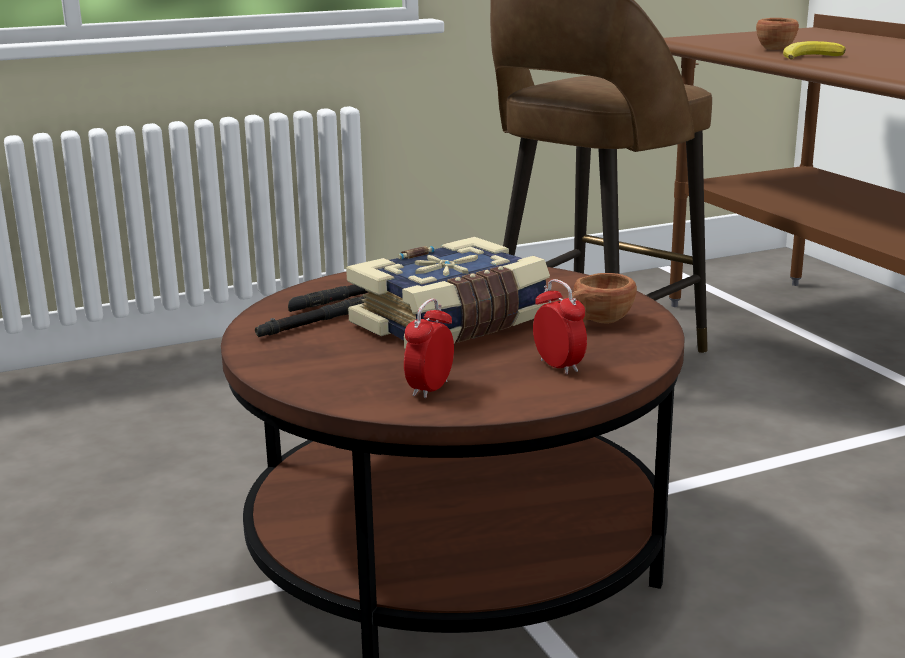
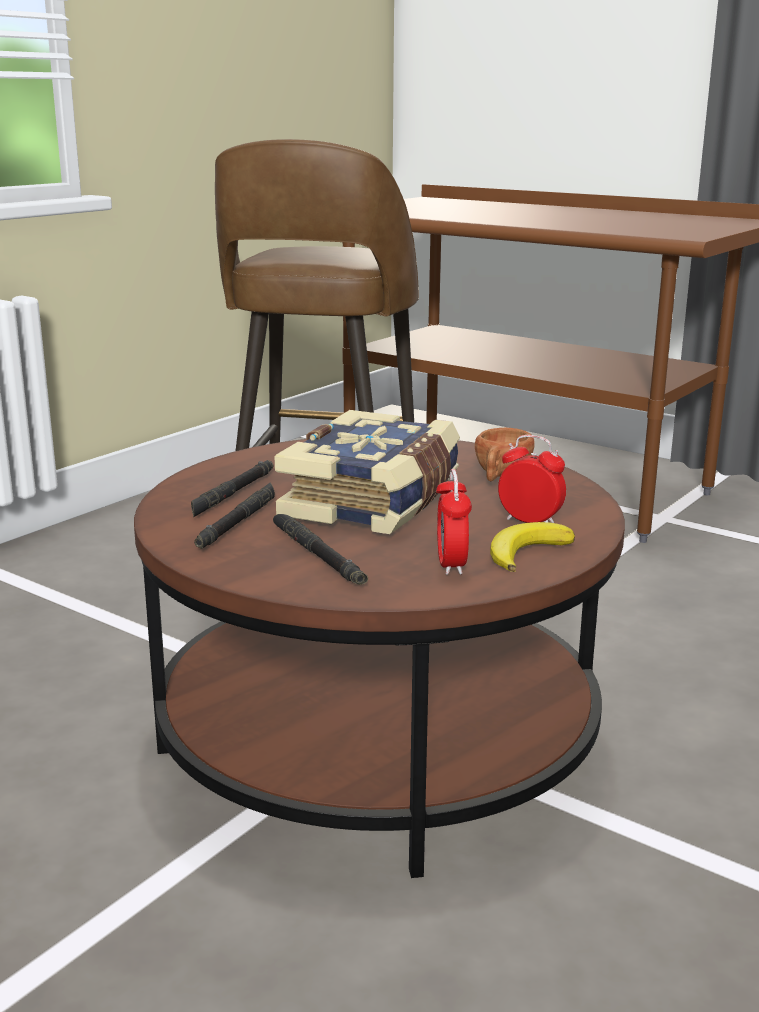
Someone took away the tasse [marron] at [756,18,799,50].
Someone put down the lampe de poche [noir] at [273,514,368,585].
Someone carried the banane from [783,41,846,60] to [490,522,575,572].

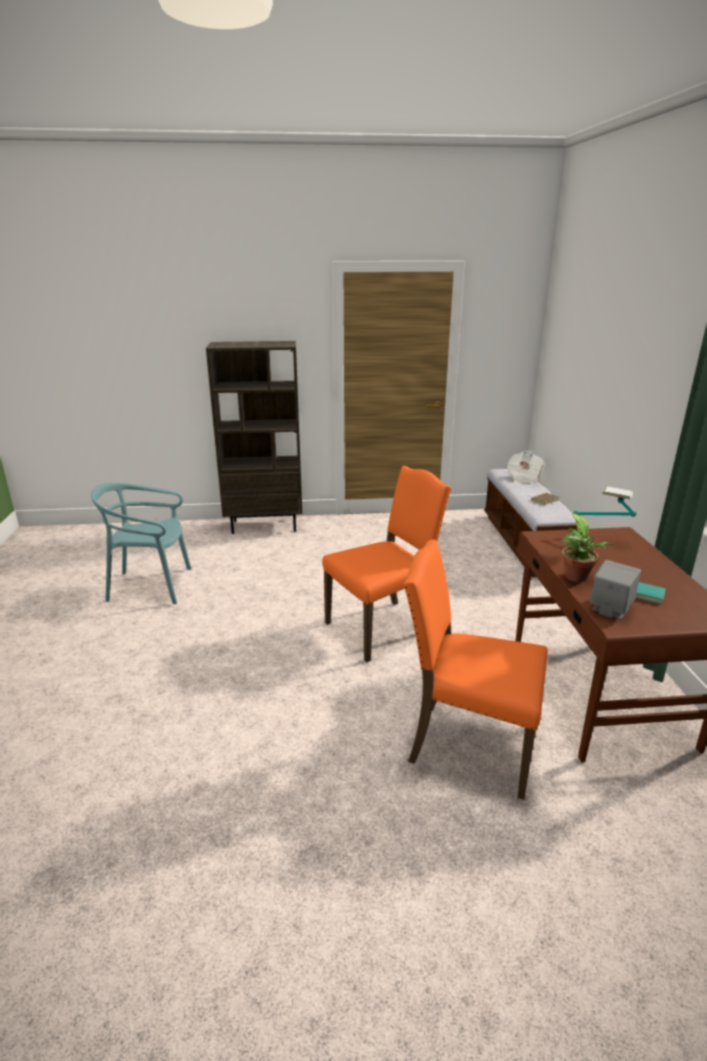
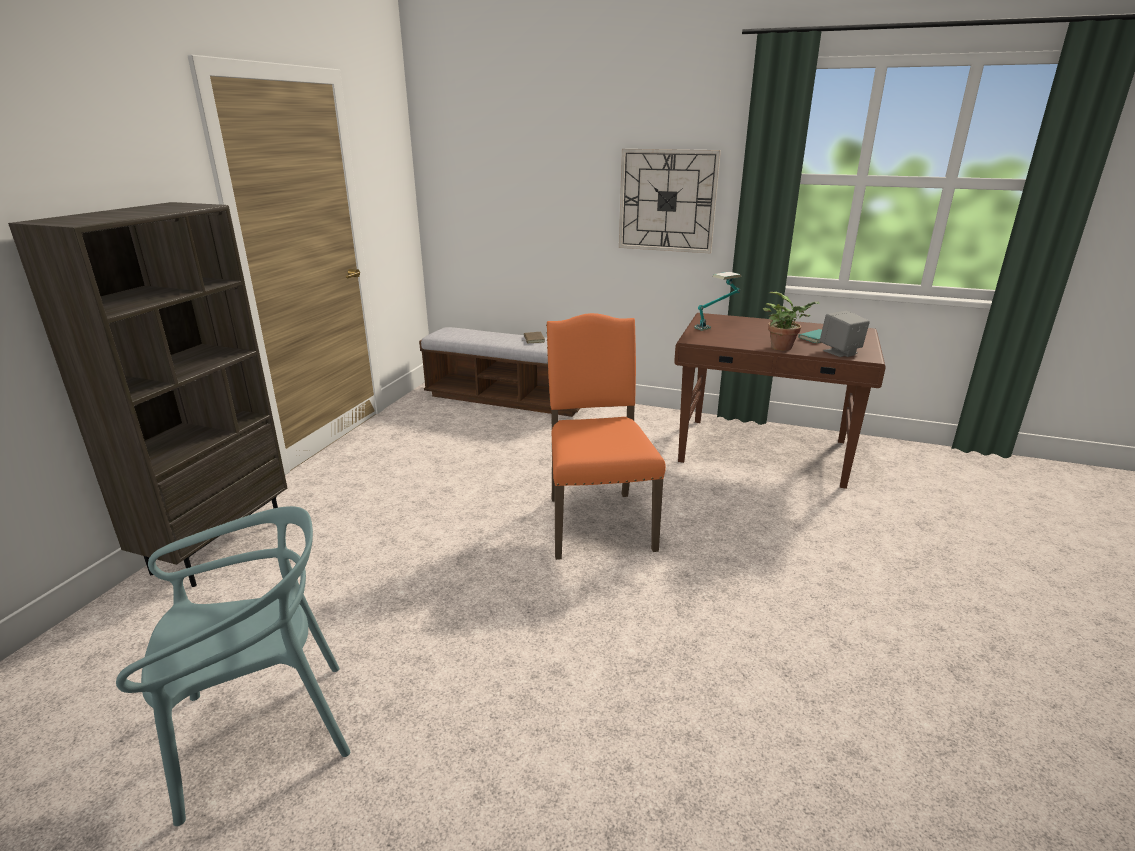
Someone took away the chaise [orange] at [403,539,548,800].
Someone took away the journal at [506,451,545,483].
Someone put up the horloge murale at [619,149,721,253].
Someone rotated the chaise [turquoise] at [91,482,192,604] by 135 degrees counterclockwise.

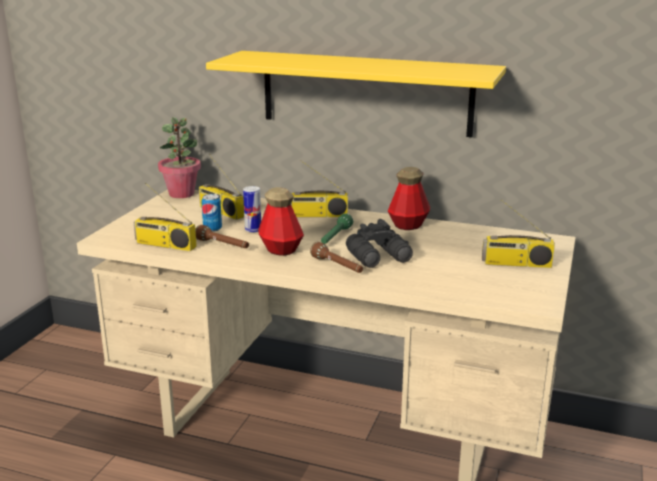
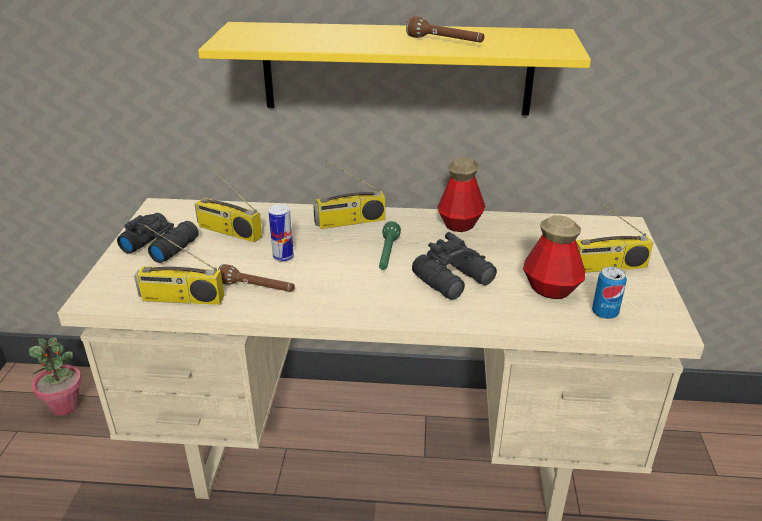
Someone put down the jumelles [noir] at [117,213,199,263].
Someone carried the plante en pot from [158,117,201,198] to [29,338,82,416].
Someone carried the boîte métallique from [201,194,222,232] to [592,267,627,319].
Someone carried the bouteille from [258,187,304,256] to [523,215,585,299].
Someone carried the lampe de poche [marron] from [310,242,363,273] to [406,16,485,42].

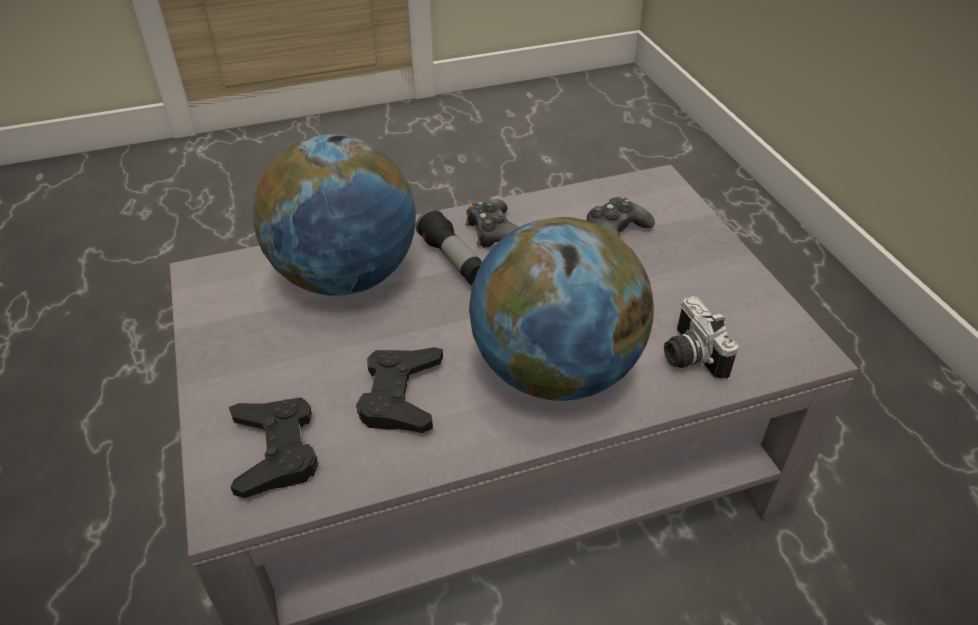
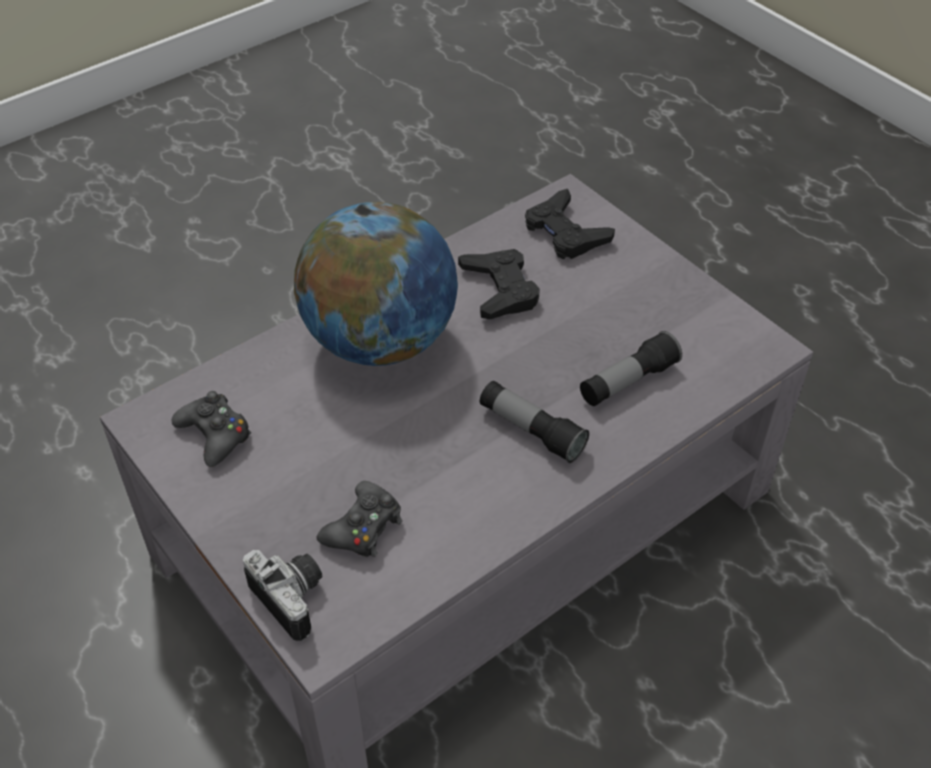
Someone carried the manette [noir] from [465,199,519,248] to [172,391,251,467].
Someone carried the appareil photo from [664,296,739,381] to [243,550,322,641].
Someone swapped the globe at [253,134,416,296] for the lampe de poche at [580,331,682,406].

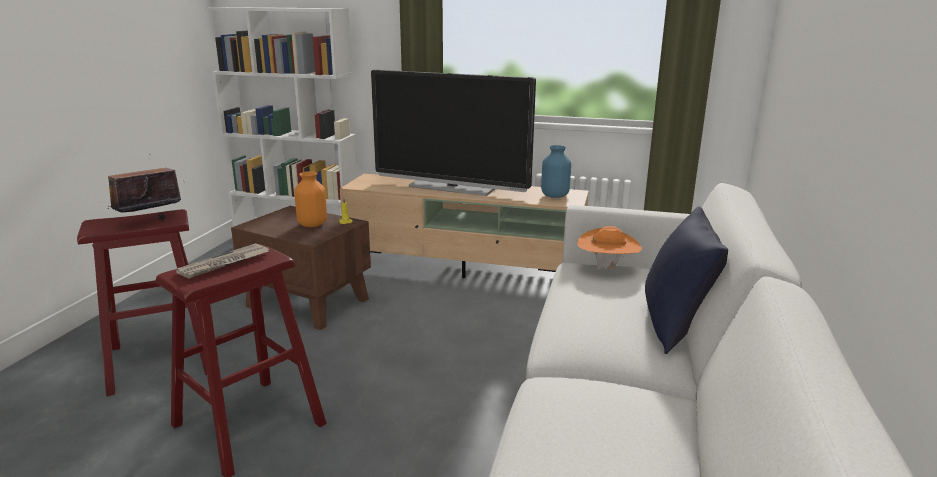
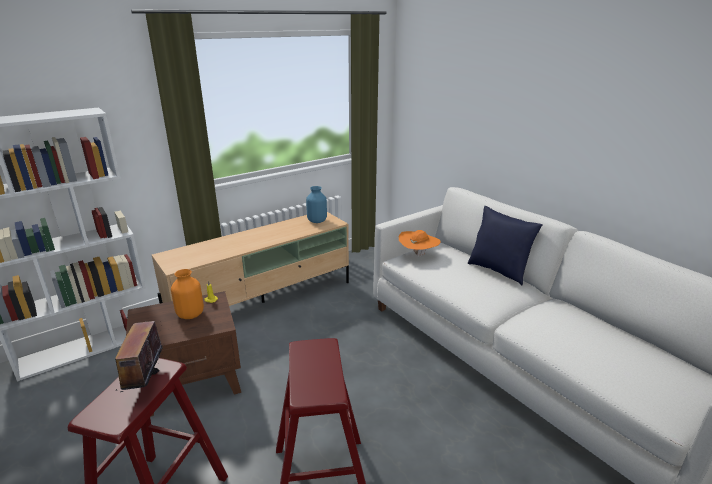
Someone took away the journal at [176,244,269,279].
Someone took away the téléviseur at [371,70,536,196].

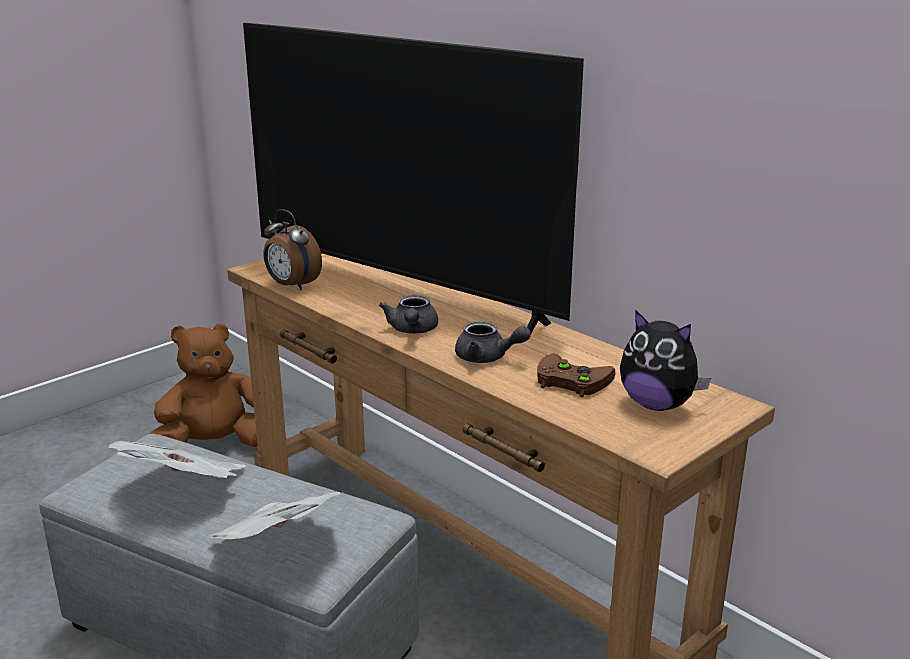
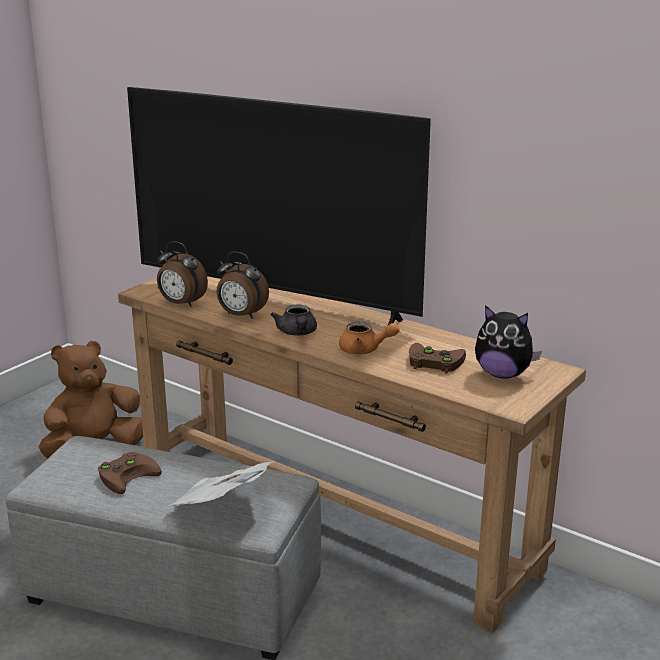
Someone put down the réveil at [217,252,269,319].
Someone swapped the journal at [108,441,246,479] for the manette [marron] at [98,452,162,494].
Someone repainted the théière [gris] at [455,321,531,363], which became the théière [orange] at [339,322,400,354].

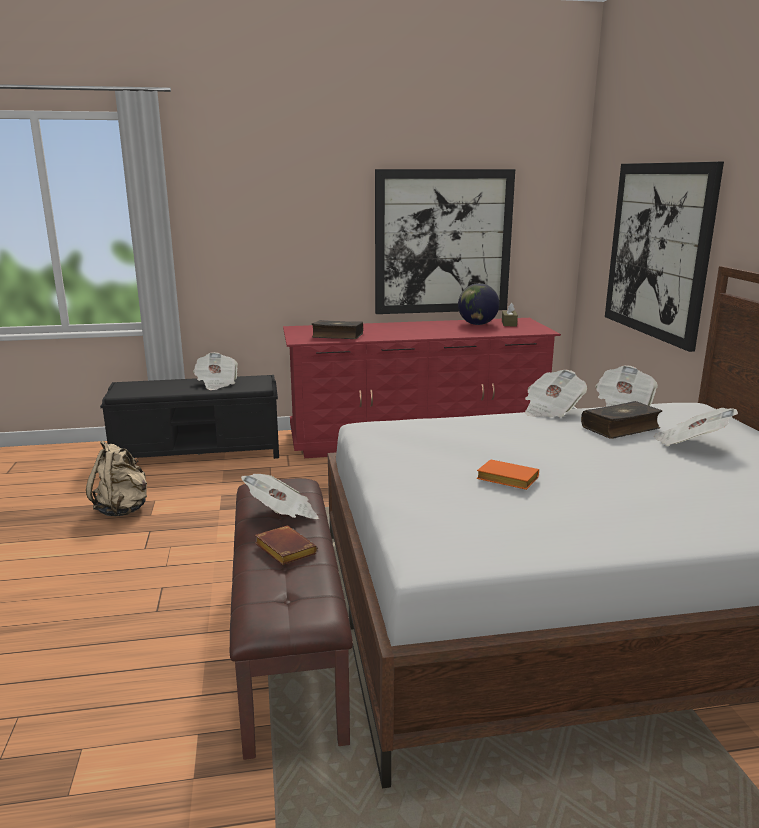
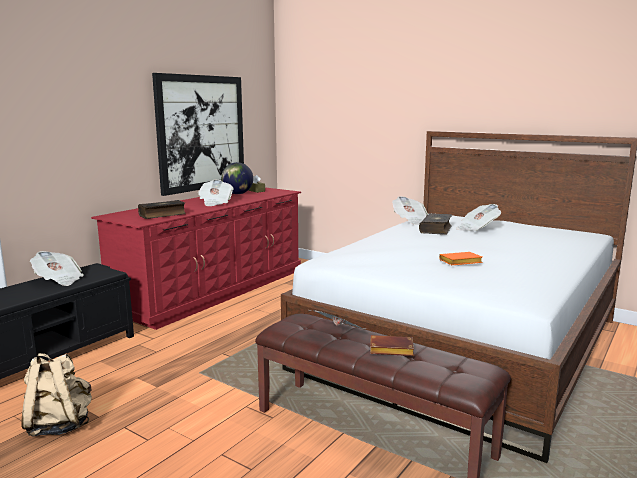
Someone took away the tableau at [605,162,724,352].
Someone carried the journal from [525,370,587,417] to [198,180,234,206].

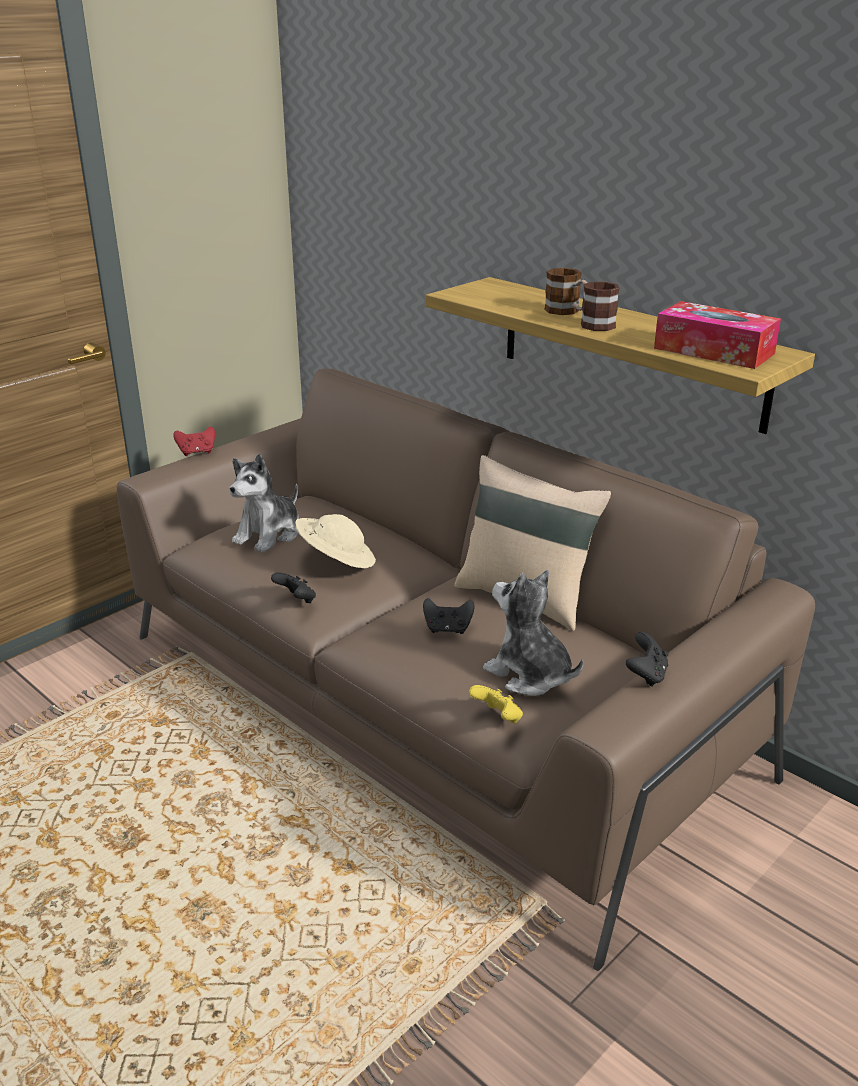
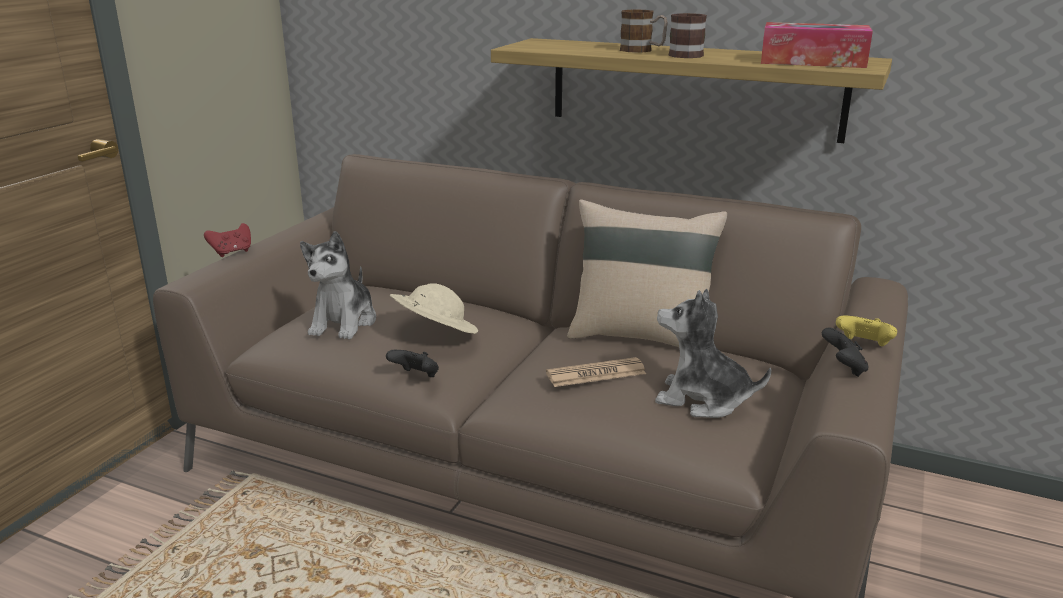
Someone carried the manette [jaune] from [469,685,523,723] to [836,315,897,346].
Someone swapped the manette [noir] at [423,598,475,634] for the journal at [546,357,646,387].

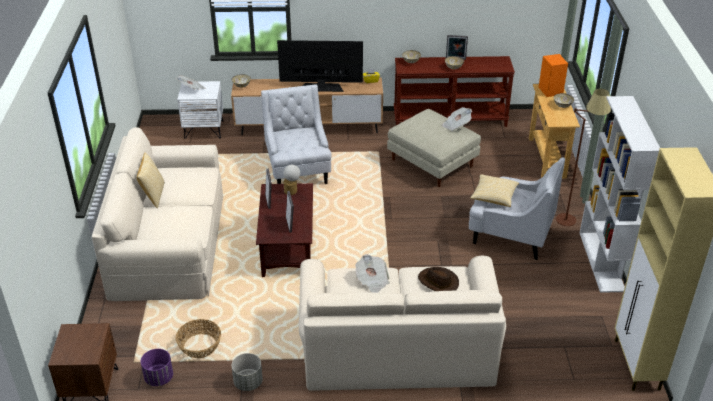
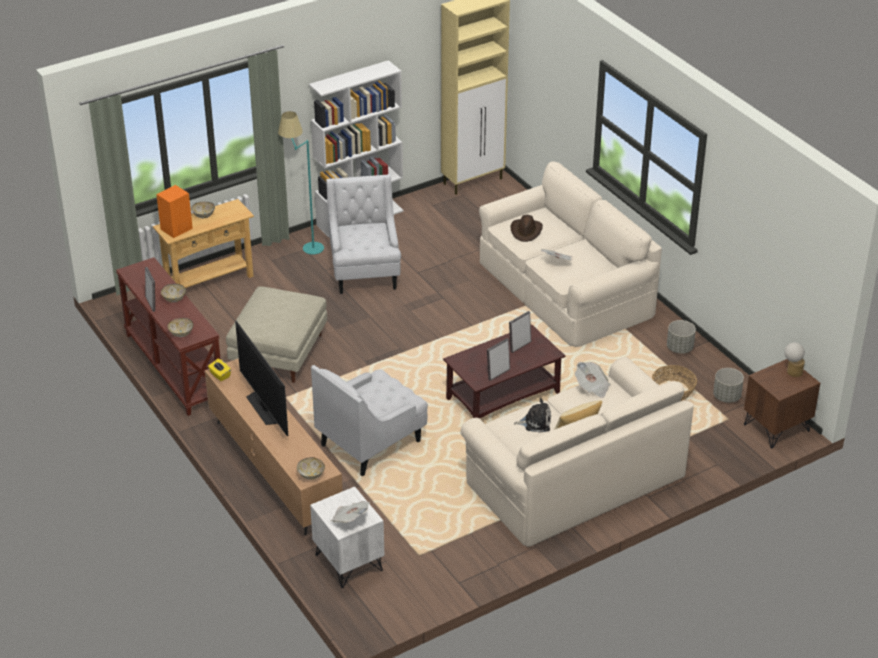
Someone took away the coussin at [470,174,519,207].
Someone put down the peluche at [514,398,551,433].
Someone carried the lampe de table from [284,165,300,195] to [784,342,805,377].
Someone carried the journal from [442,107,472,131] to [575,362,611,398].
Someone repainted the cache-pot [violet] at [141,349,173,386], which became the cache-pot [gris] at [713,368,744,403].
Someone repainted the lampadaire [marron] at [556,89,611,226], which became the lampadaire [turquoise] at [278,111,324,254].

